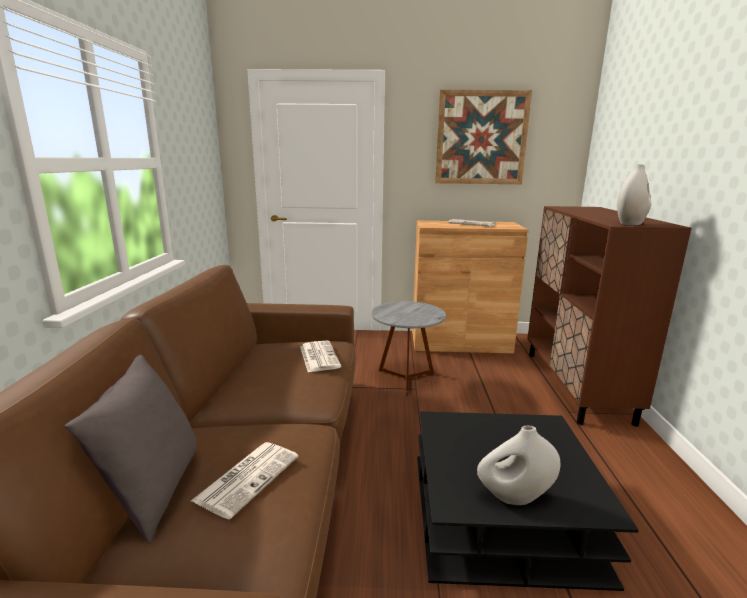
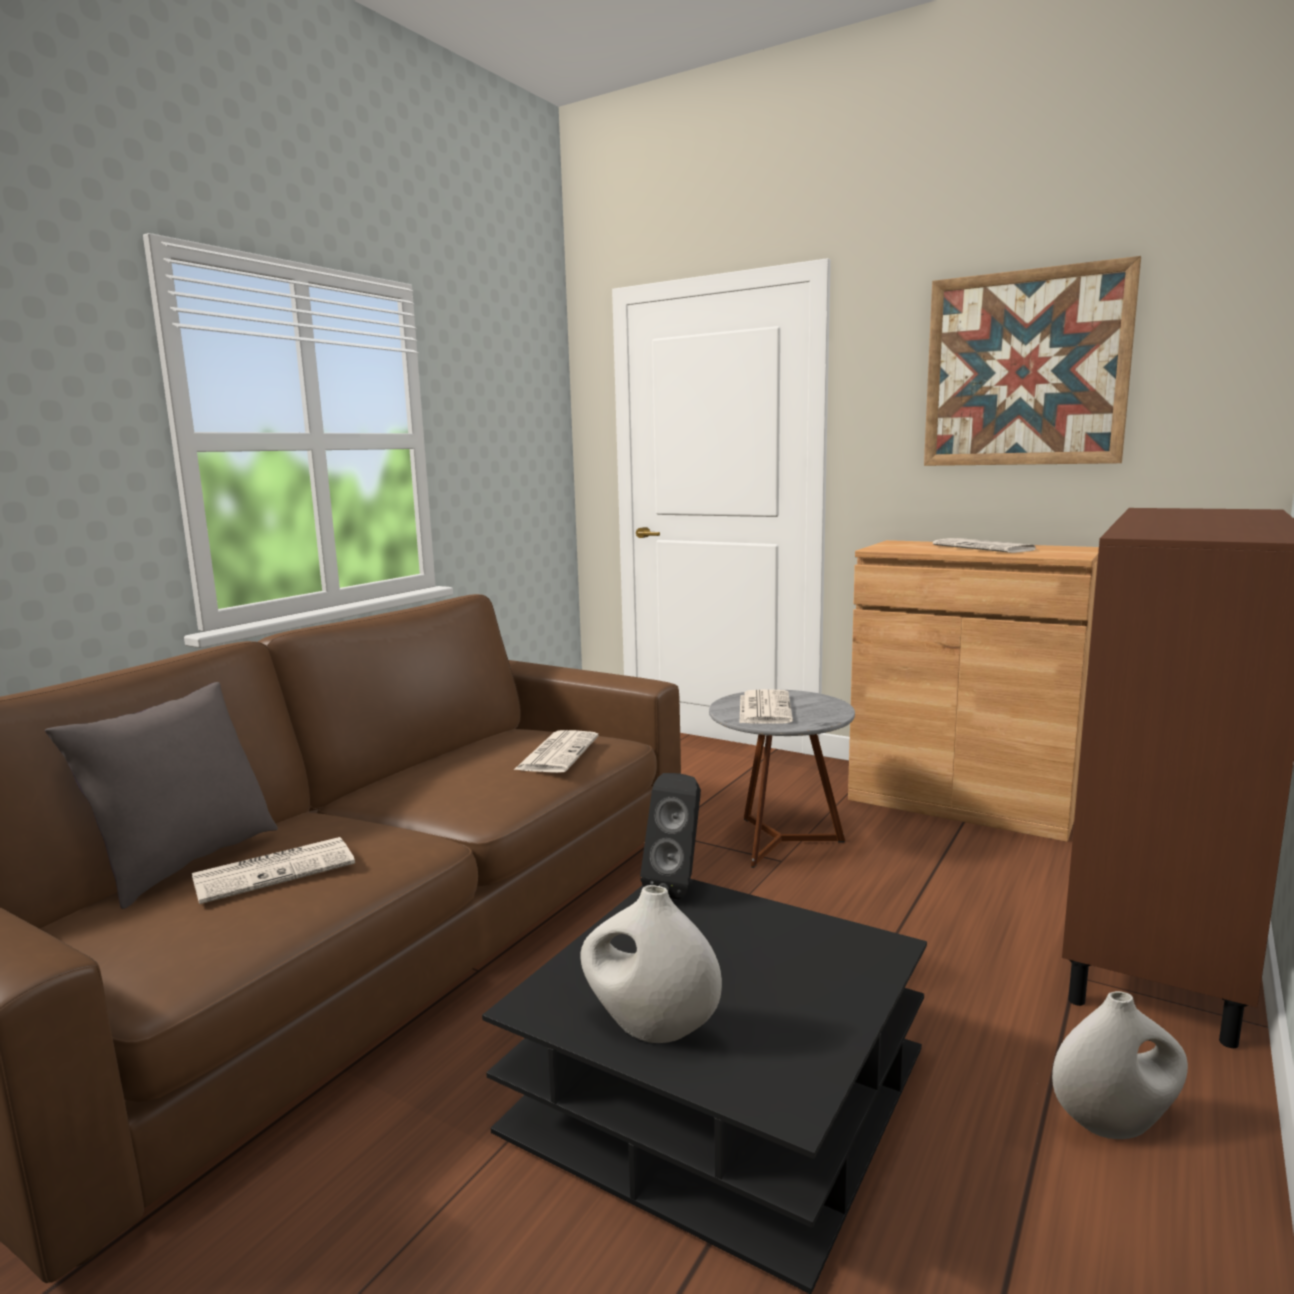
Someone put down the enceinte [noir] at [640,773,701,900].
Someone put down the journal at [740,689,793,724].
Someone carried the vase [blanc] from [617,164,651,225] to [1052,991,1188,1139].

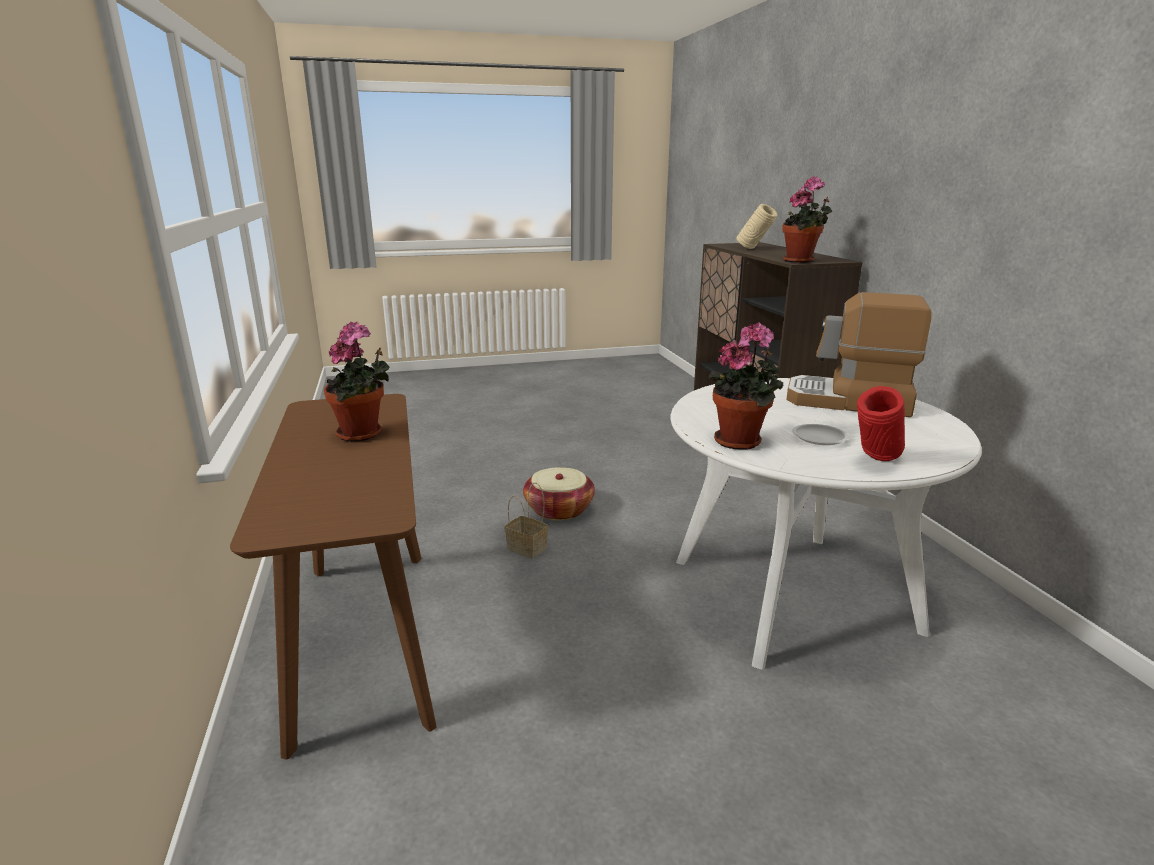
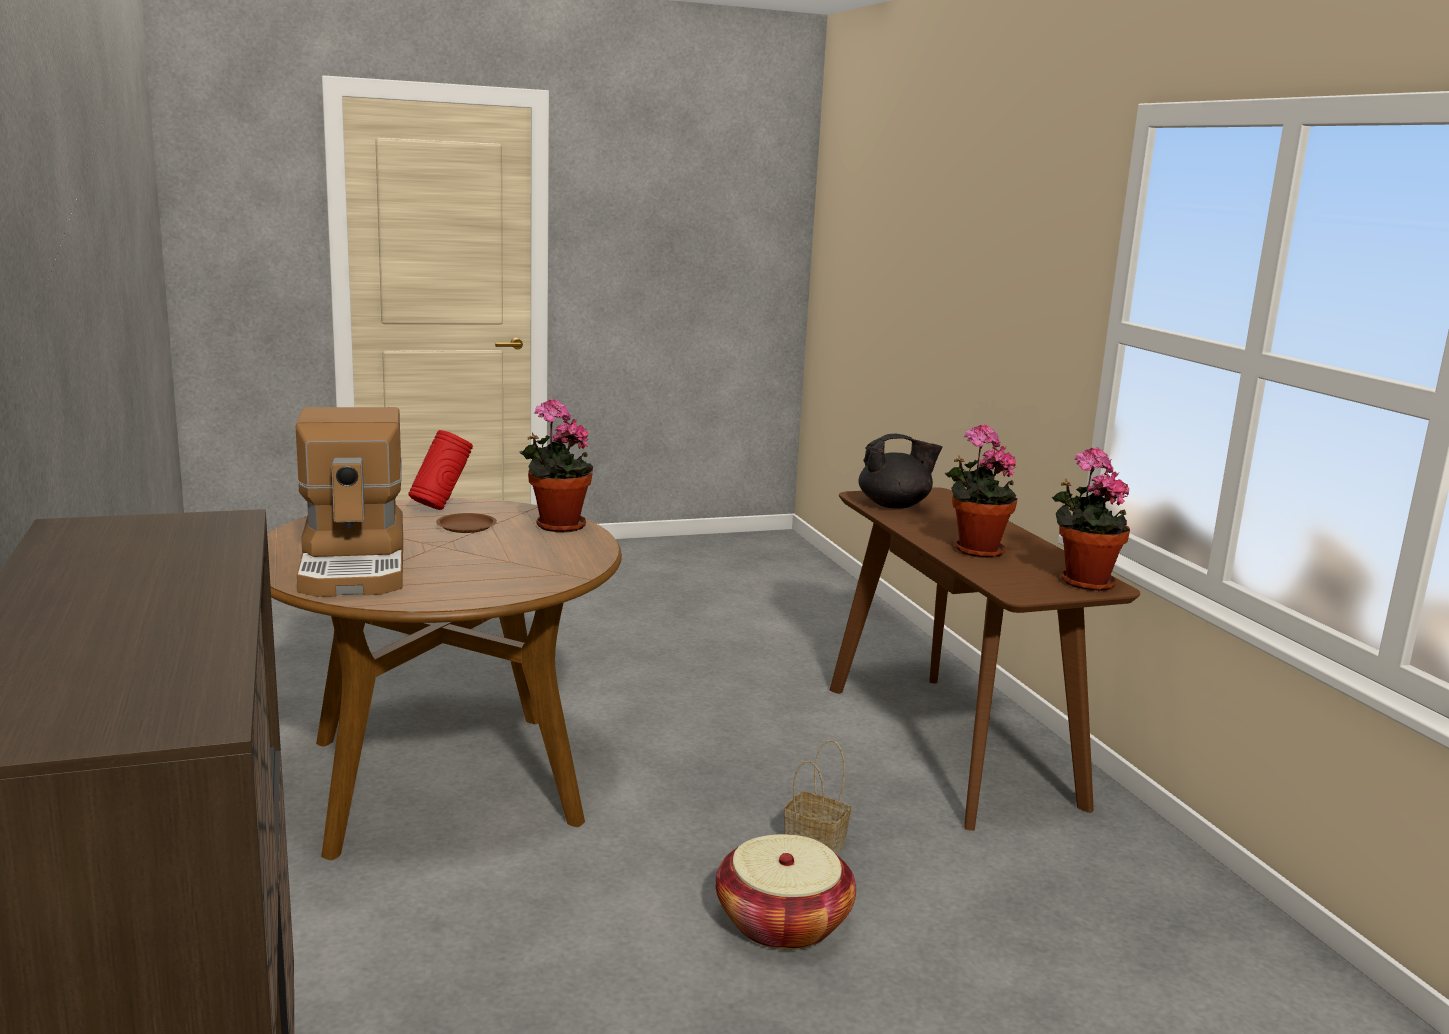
Someone took away the vase [beige] at [736,204,778,249].
Someone put down the théière [noir] at [859,434,942,509].
Someone carried the plante en pot from [782,176,832,263] to [1052,447,1130,591].
Someone repainted the table à manger [blanc] at [671,378,982,669], which became the table à manger [marron] at [267,498,622,860].
Someone repainted the assiette [blanc] at [792,424,849,445], which became the assiette [marron] at [436,513,497,533].
Someone rotated the machine à café at [786,292,932,417] by 60 degrees clockwise.

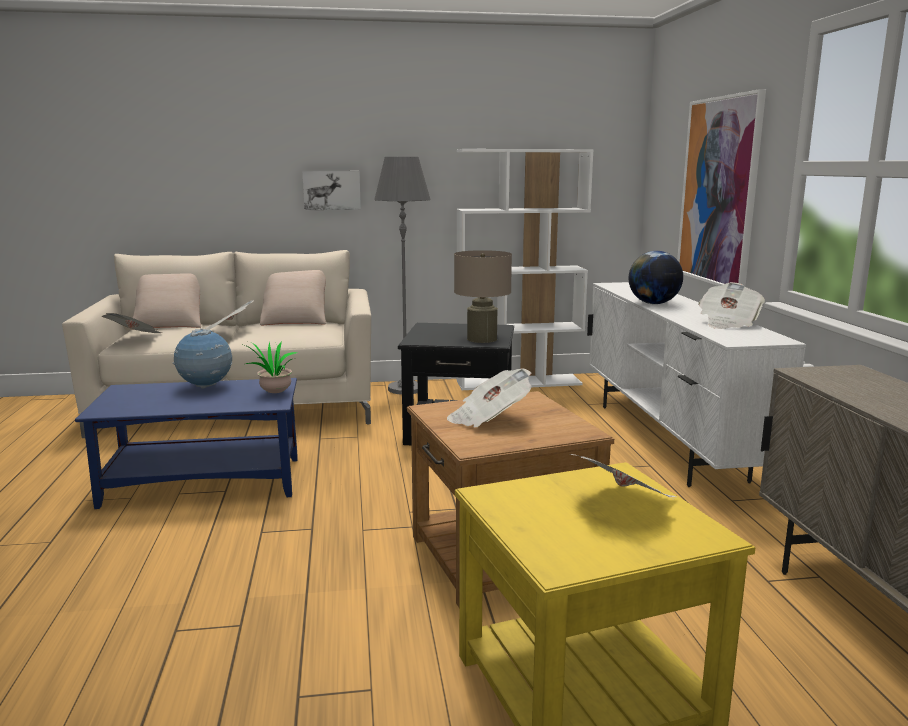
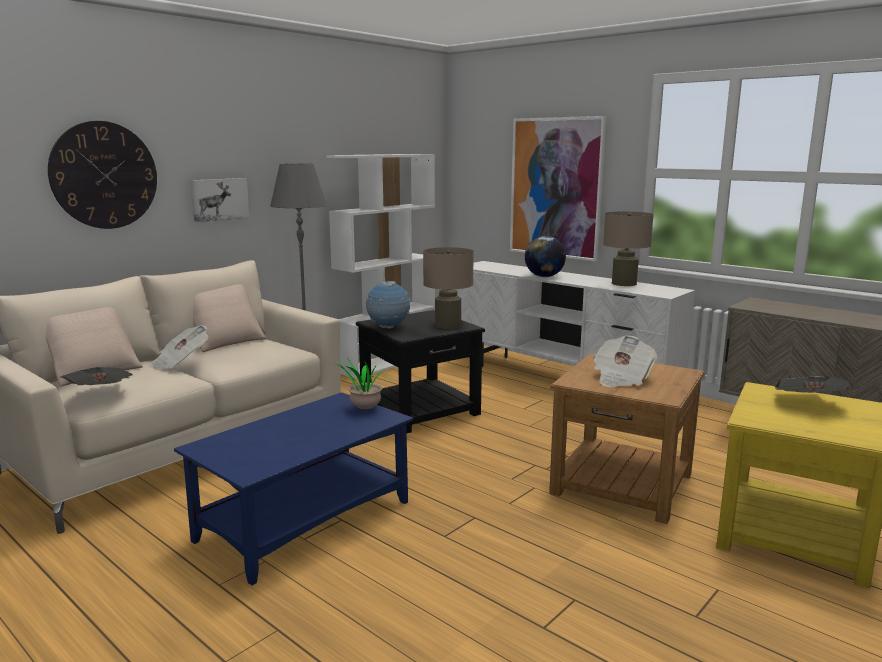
Someone put up the horloge murale at [48,121,157,229].
Someone carried the globe from [173,328,232,389] to [366,281,410,328].
Someone swapped the journal at [698,282,765,329] for the lampe de table [beige] at [603,212,654,286].

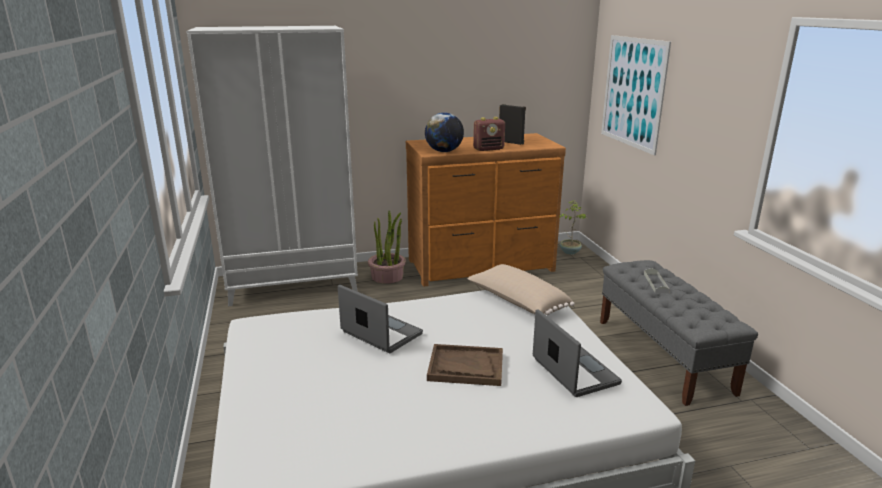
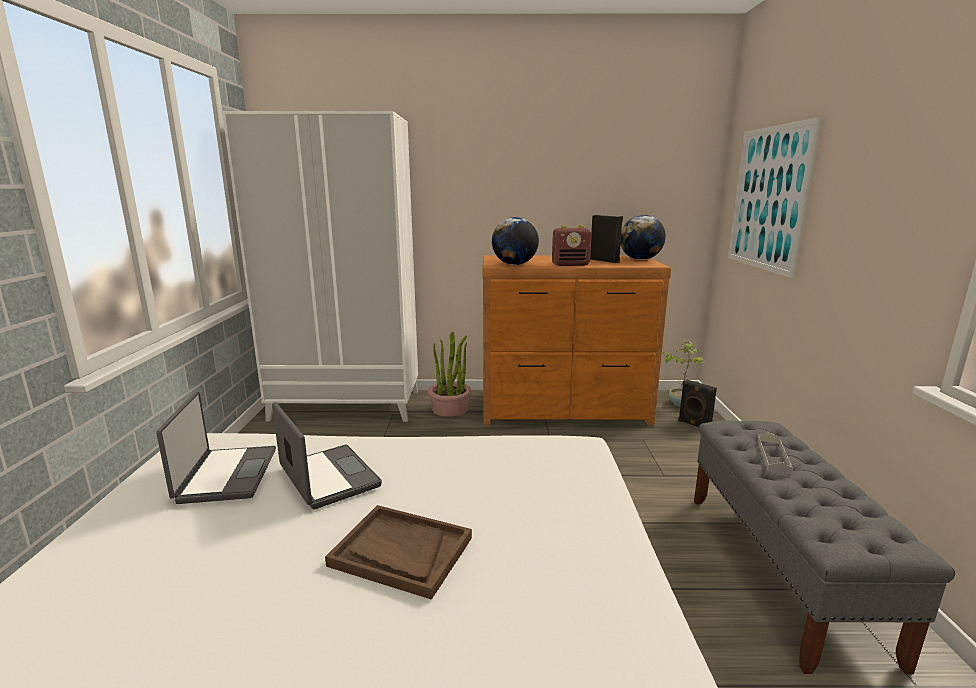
Someone took away the coussin [beige] at [467,264,575,315].
Someone put down the globe at [621,215,666,260].
Someone put down the enceinte [noir] at [678,380,717,427].
Someone carried the ordinateur portable from [533,309,622,397] to [156,392,276,504].

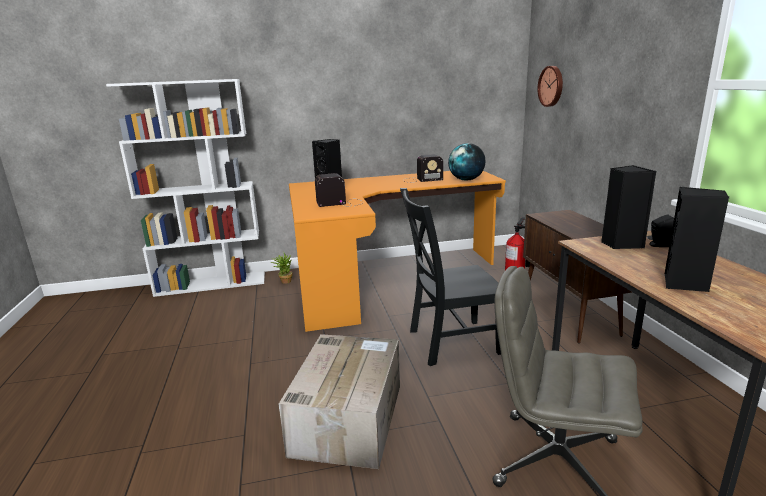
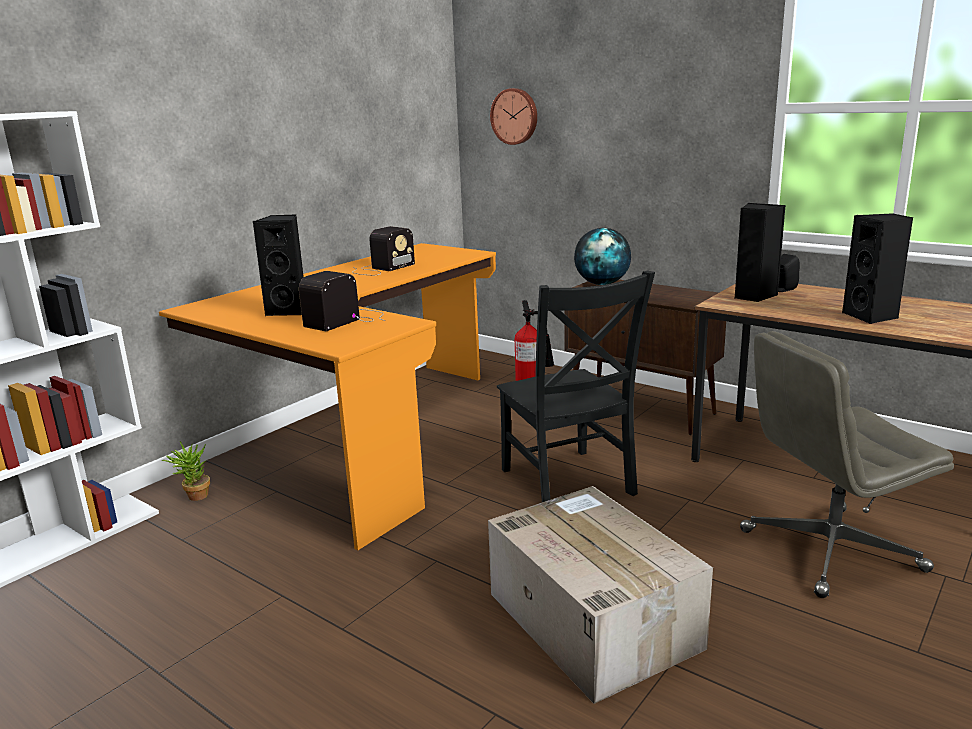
Someone carried the globe from [448,143,485,181] to [574,228,631,285].
Someone rotated the chaise [noir] at [400,188,501,366] by 60 degrees counterclockwise.

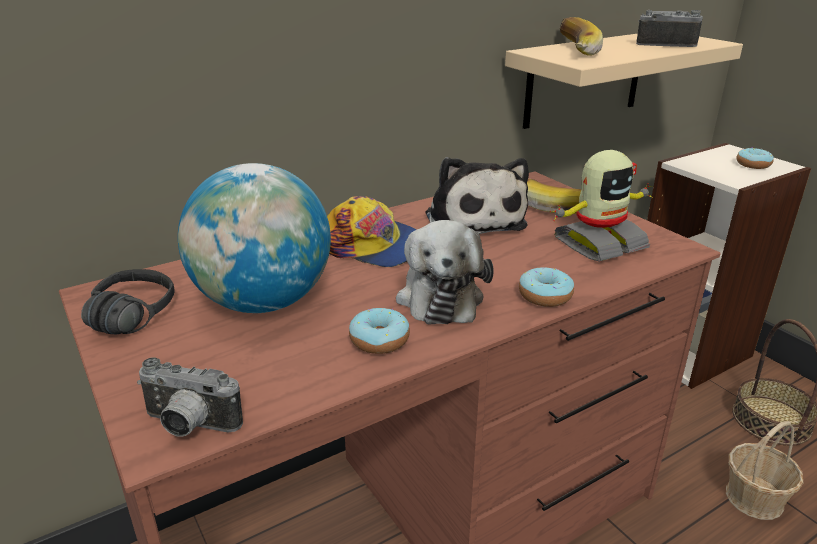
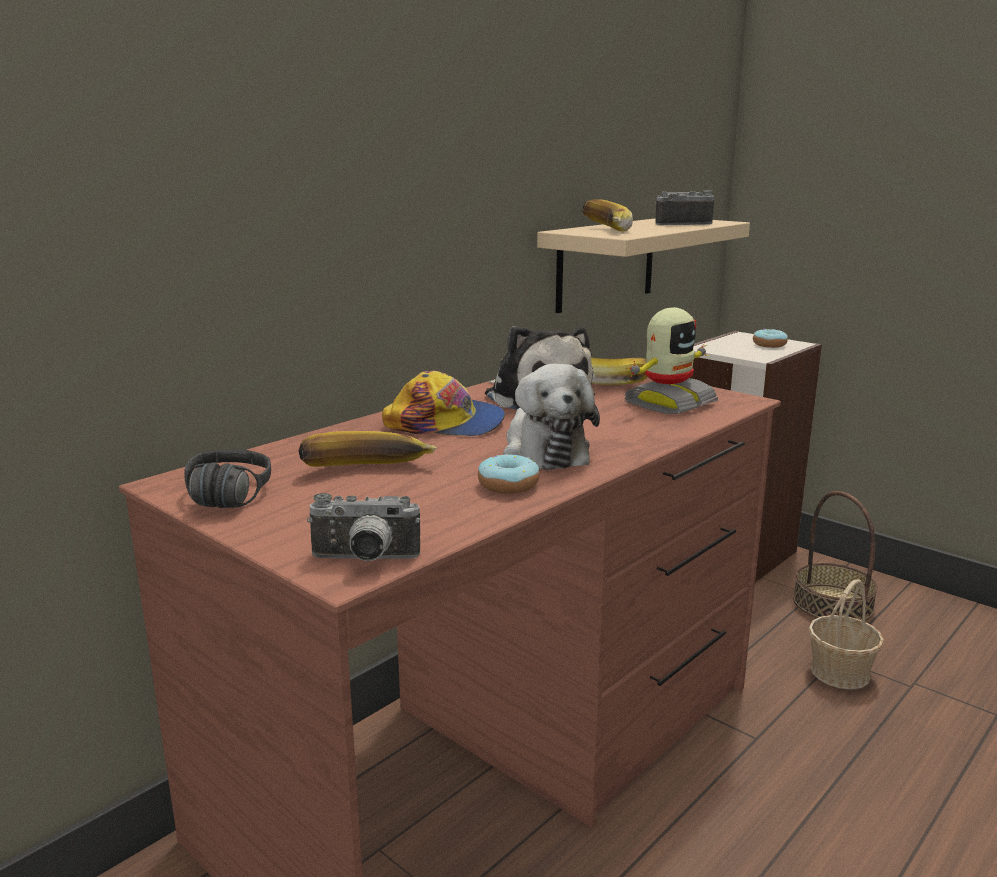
Someone took away the beignet at [519,267,574,307].
Someone swapped the globe at [178,163,331,313] for the banane at [299,431,437,467].

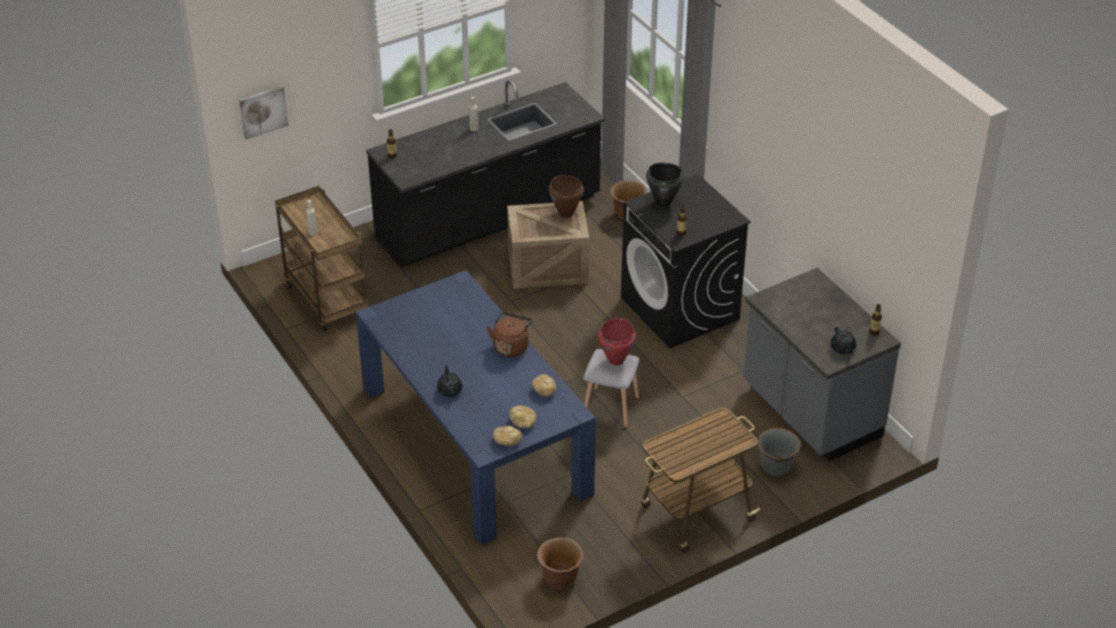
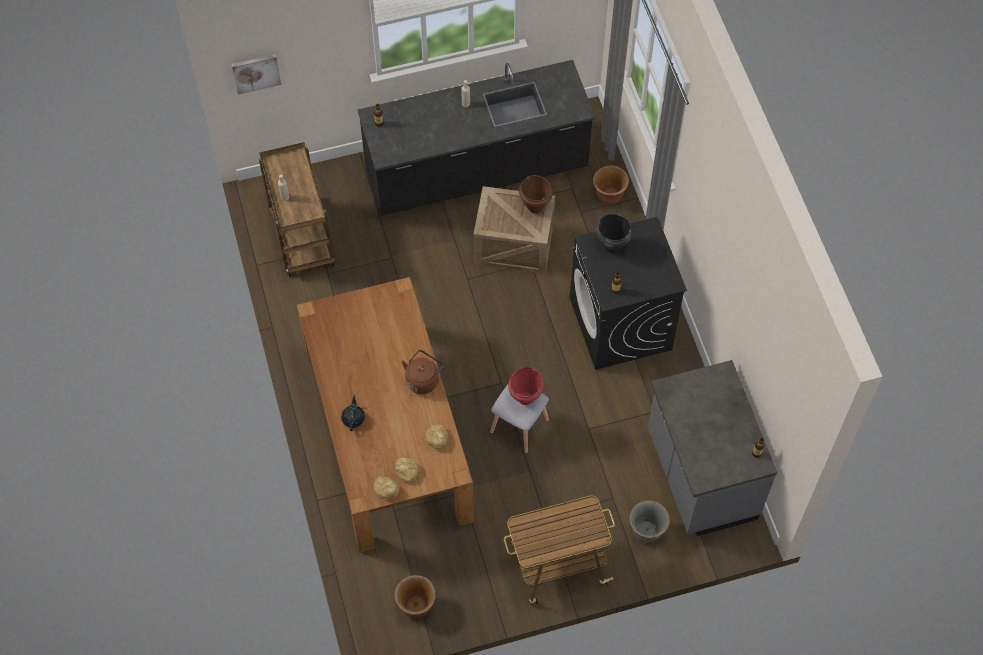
Someone took away the théière [noir] at [831,327,856,354].
Someone repainted the table à manger [bleu] at [356,270,596,545], which became the table à manger [marron] at [297,277,474,552].

